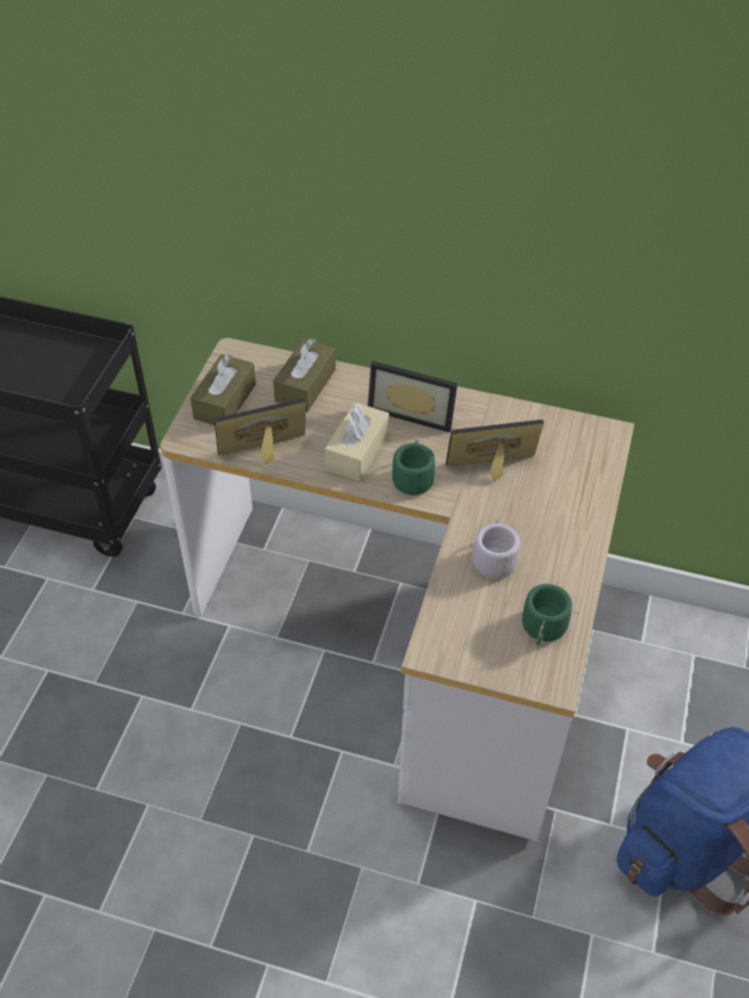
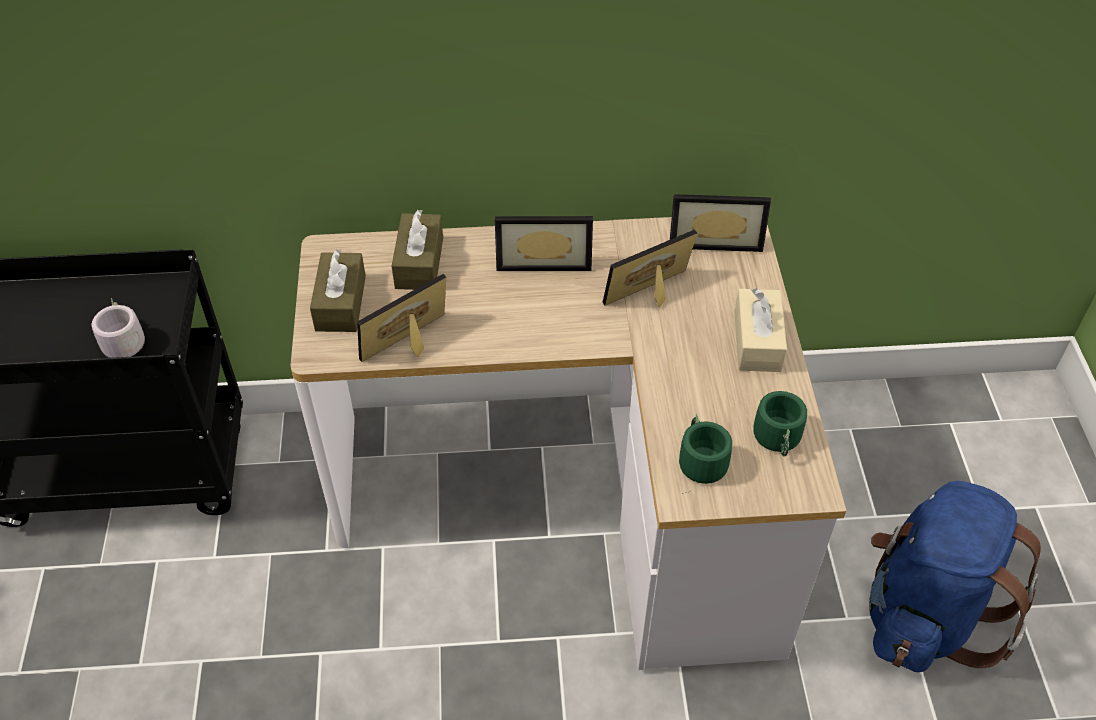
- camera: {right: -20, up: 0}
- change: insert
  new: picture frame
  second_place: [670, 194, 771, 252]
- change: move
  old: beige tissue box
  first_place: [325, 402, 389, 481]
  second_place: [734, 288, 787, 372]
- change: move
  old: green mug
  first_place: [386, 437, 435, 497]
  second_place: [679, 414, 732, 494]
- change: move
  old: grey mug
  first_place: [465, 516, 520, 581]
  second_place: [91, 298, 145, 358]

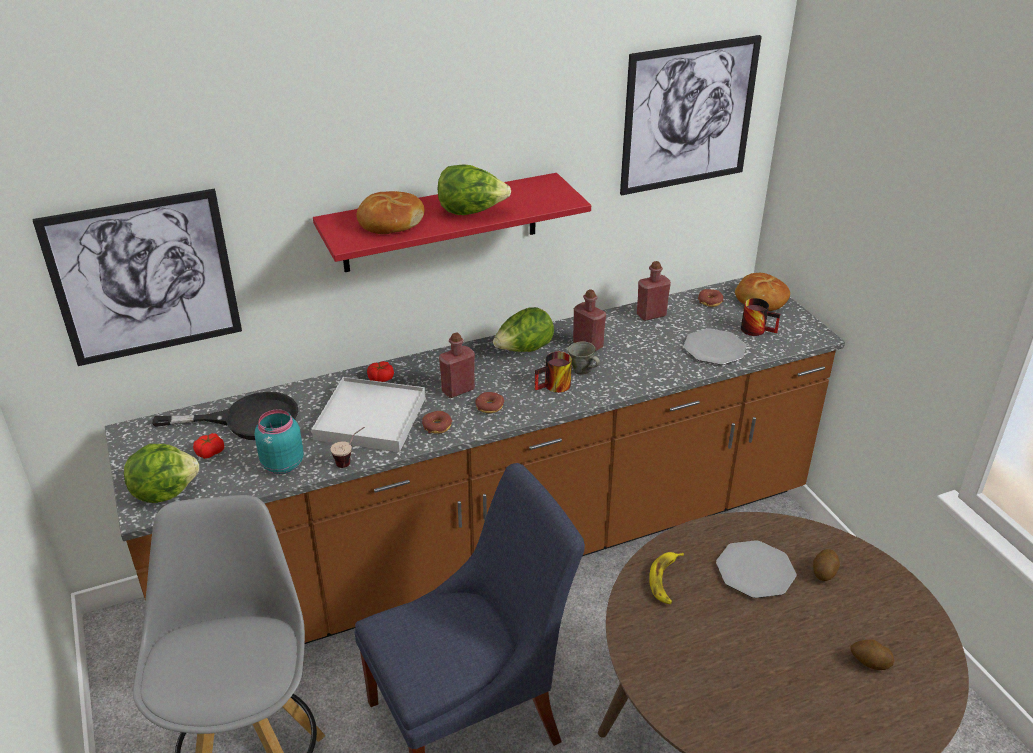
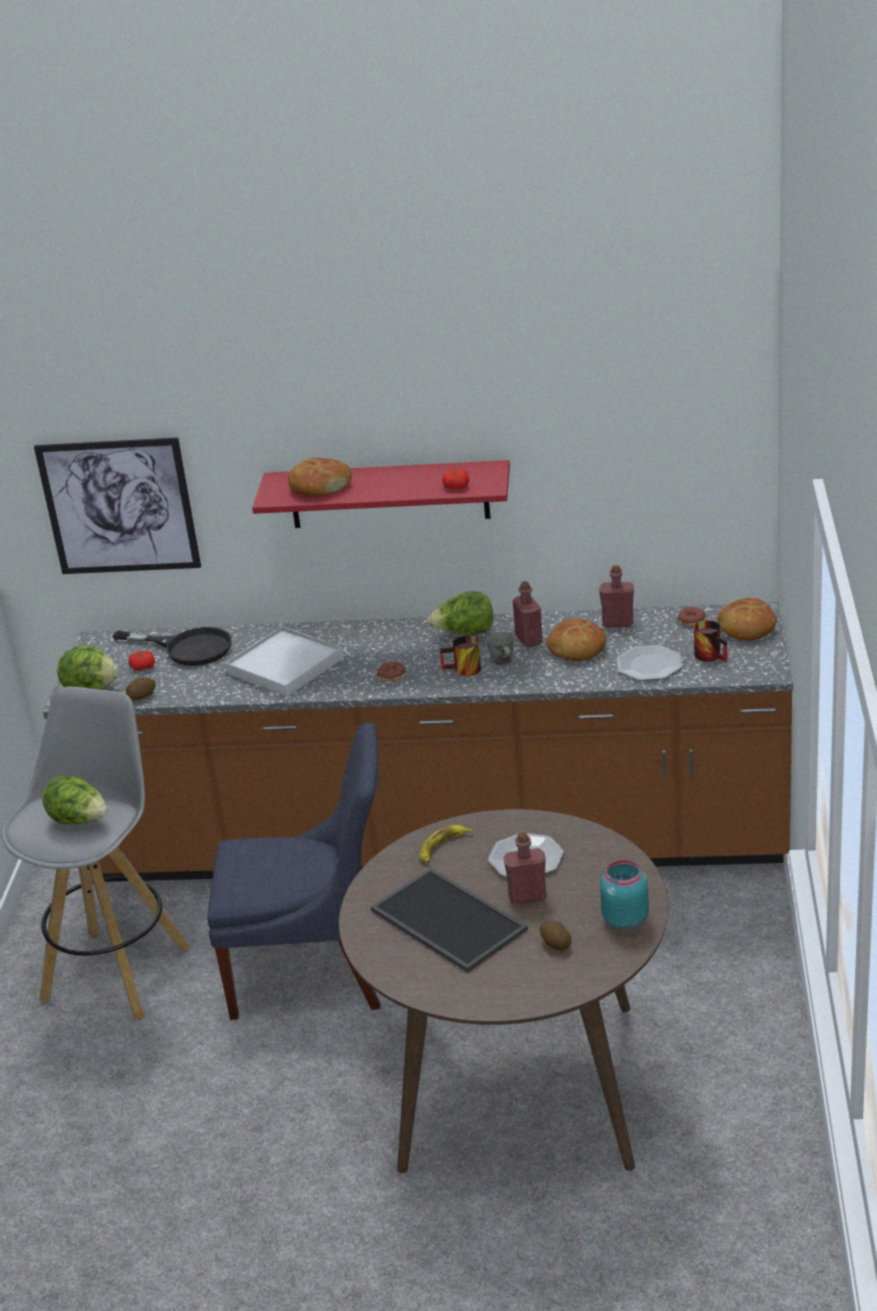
- camera: {right: 30, up: -5}
- change: delete
  old: cup
  first_place: [330, 427, 365, 468]
- change: delete
  old: donut
  first_place: [422, 411, 452, 434]
- change: delete
  old: picture
  first_place: [620, 35, 762, 195]
- change: insert
  new: tray
  second_place: [371, 868, 528, 972]
- change: insert
  new: bread
  second_place: [546, 618, 607, 661]
- change: move
  old: turquoise jar
  first_place: [255, 409, 303, 474]
  second_place: [600, 860, 649, 930]
- change: move
  old: tomato
  first_place: [367, 361, 394, 382]
  second_place: [442, 469, 469, 489]
- change: move
  old: lettuce
  first_place: [438, 164, 511, 215]
  second_place: [42, 775, 108, 825]
- change: move
  old: red bottle
  first_place: [439, 333, 475, 398]
  second_place: [503, 832, 547, 904]
- change: move
  old: potato
  first_place: [813, 549, 840, 581]
  second_place: [126, 677, 156, 700]

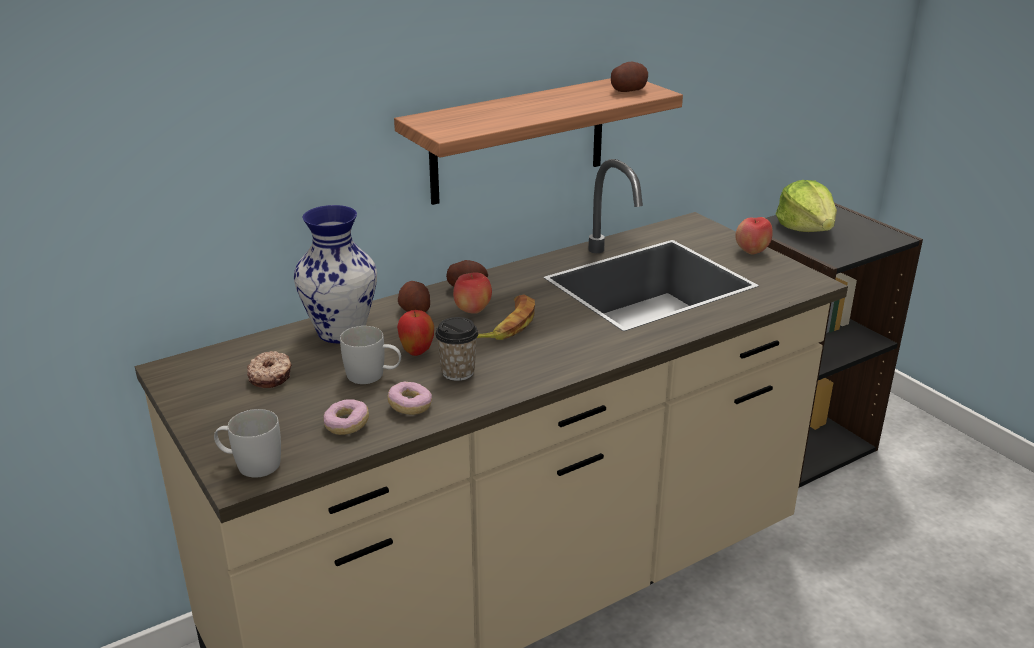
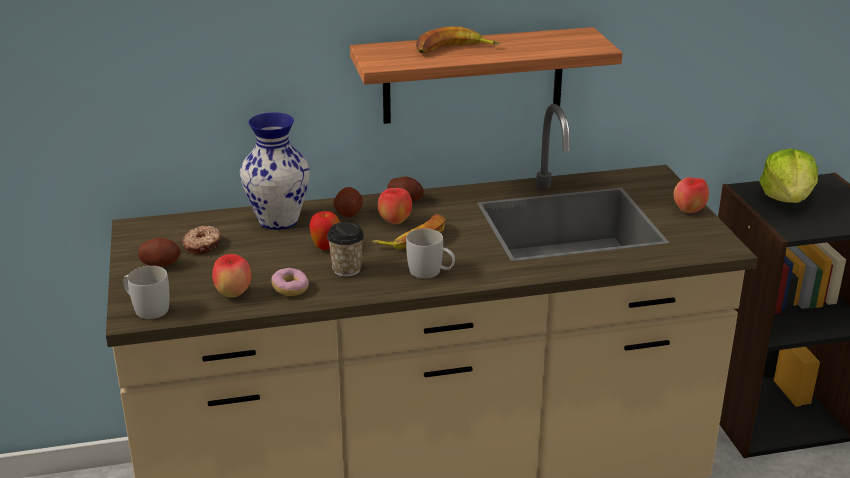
- camera: {right: 20, up: 0}
- change: insert
  new: banana
  second_place: [416, 27, 500, 53]
- change: move
  old: white mug
  first_place: [340, 326, 401, 384]
  second_place: [406, 229, 455, 279]
- change: move
  old: potato
  first_place: [611, 62, 648, 92]
  second_place: [138, 238, 181, 266]
- change: replace
  old: donut
  new: apple
  first_place: [323, 399, 369, 435]
  second_place: [212, 254, 251, 298]

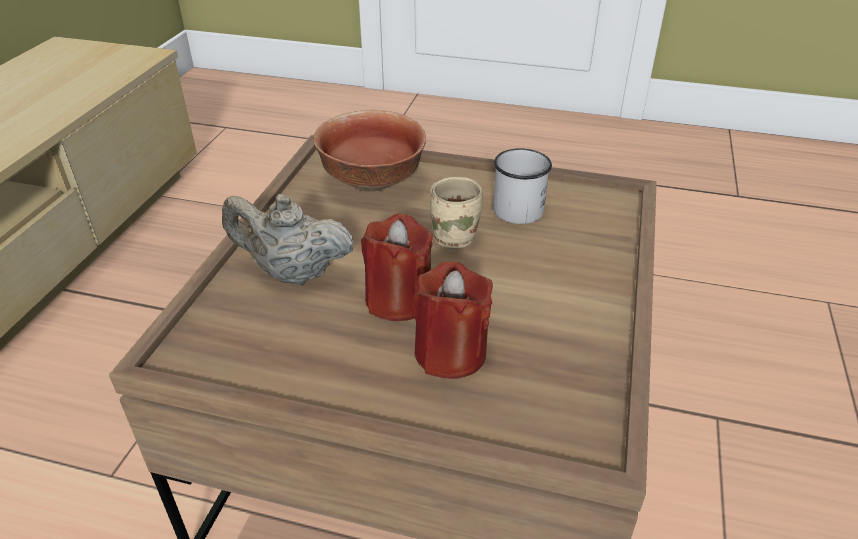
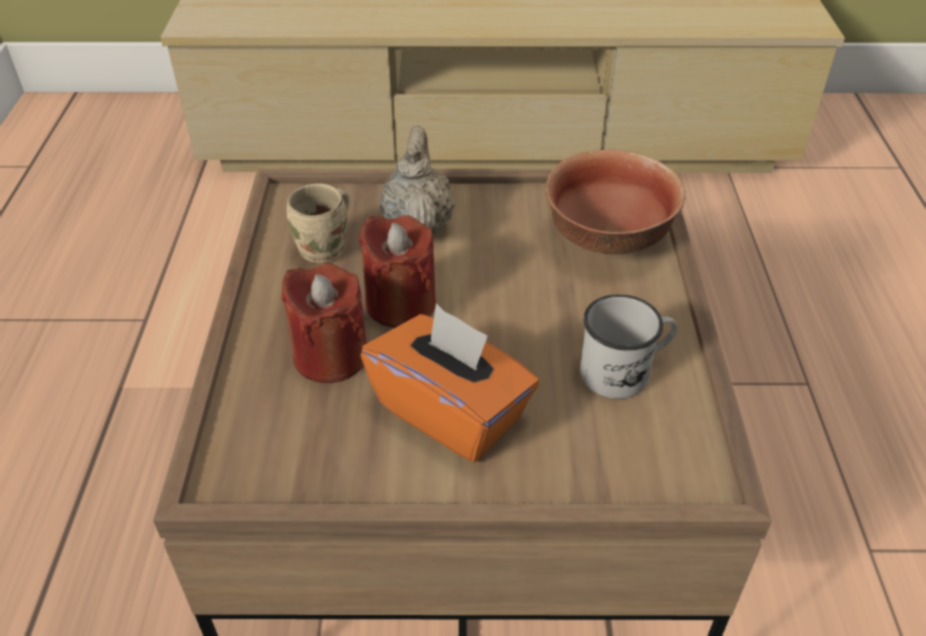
- camera: {right: 75, up: 5}
- change: insert
  new: orange tissue box
  second_place: [361, 303, 539, 462]
- change: move
  old: beige mug
  first_place: [430, 177, 483, 249]
  second_place: [287, 183, 350, 263]

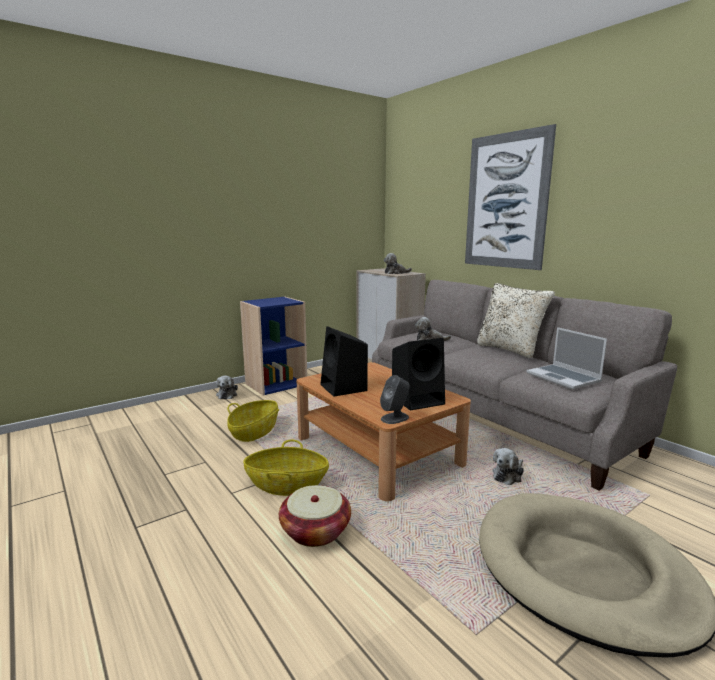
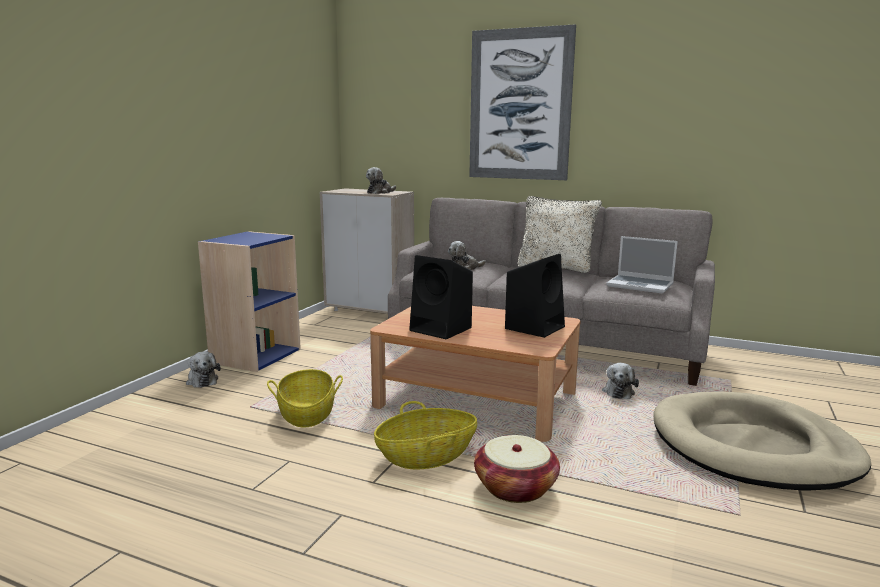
- camera: {right: -30, up: 0}
- change: delete
  old: grey speaker
  first_place: [380, 375, 410, 424]

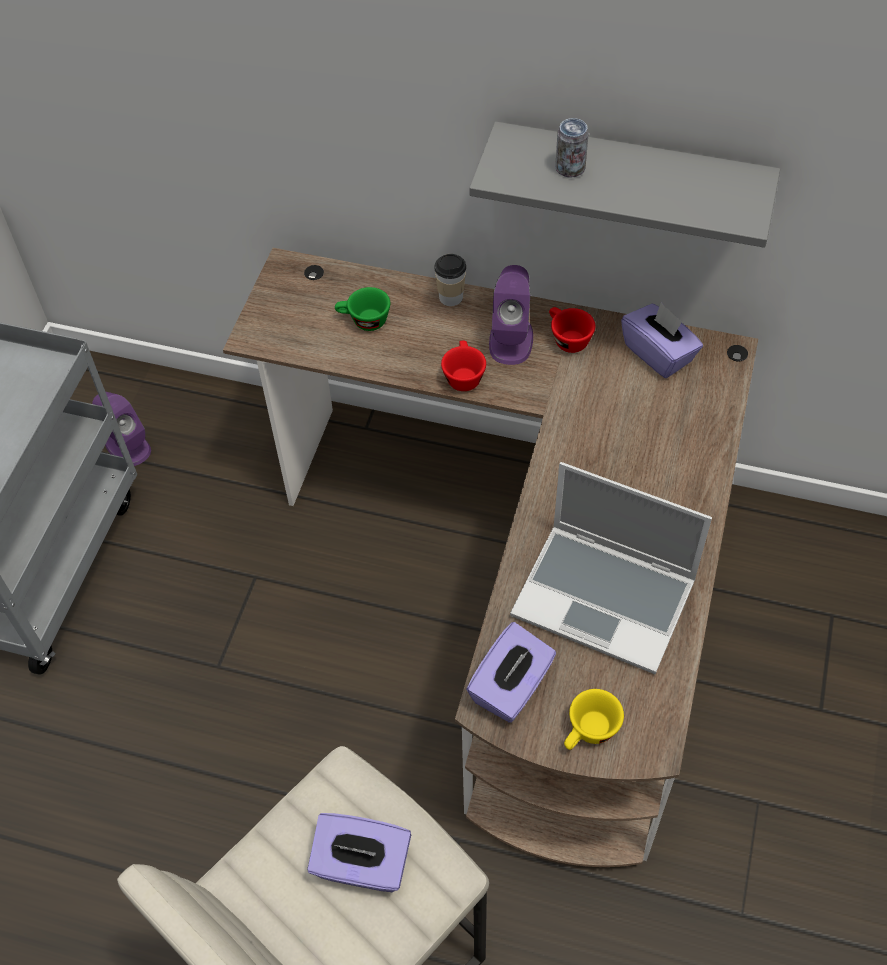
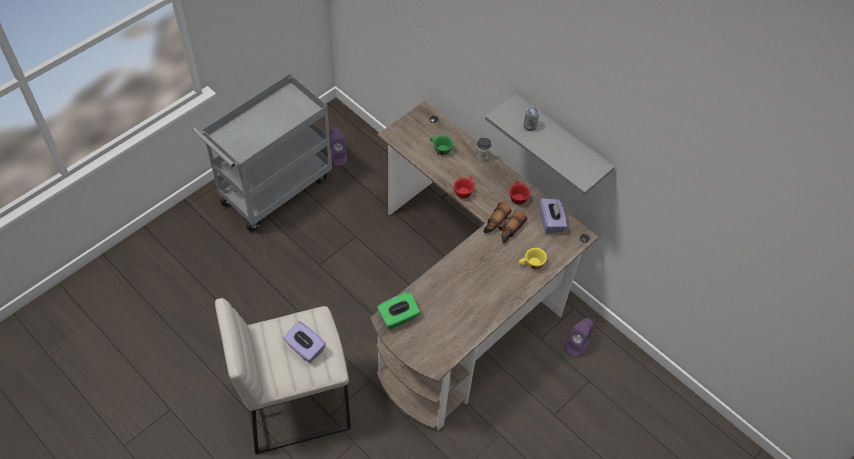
- camera: {right: 25, up: 0}
- change: delete
  old: laptop
  first_place: [510, 462, 712, 674]
- change: insert
  new: binoculars
  second_place: [484, 202, 527, 243]
- change: move
  old: purple speaker
  first_place: [489, 265, 533, 365]
  second_place: [565, 318, 594, 357]
- change: move
  old: yellow cup
  first_place: [564, 689, 624, 750]
  second_place: [519, 248, 547, 270]
- change: recolor
  old: purple tissue box
  new: green tissue box
  first_place: [466, 622, 556, 723]
  second_place: [377, 292, 420, 329]

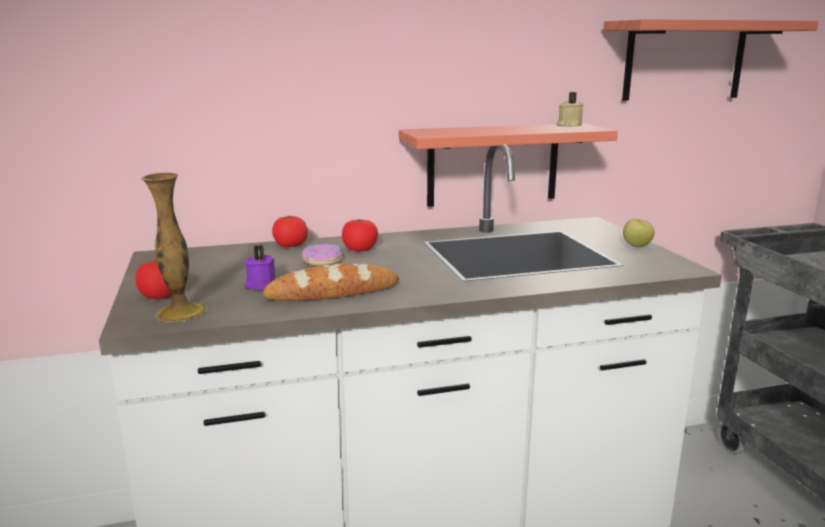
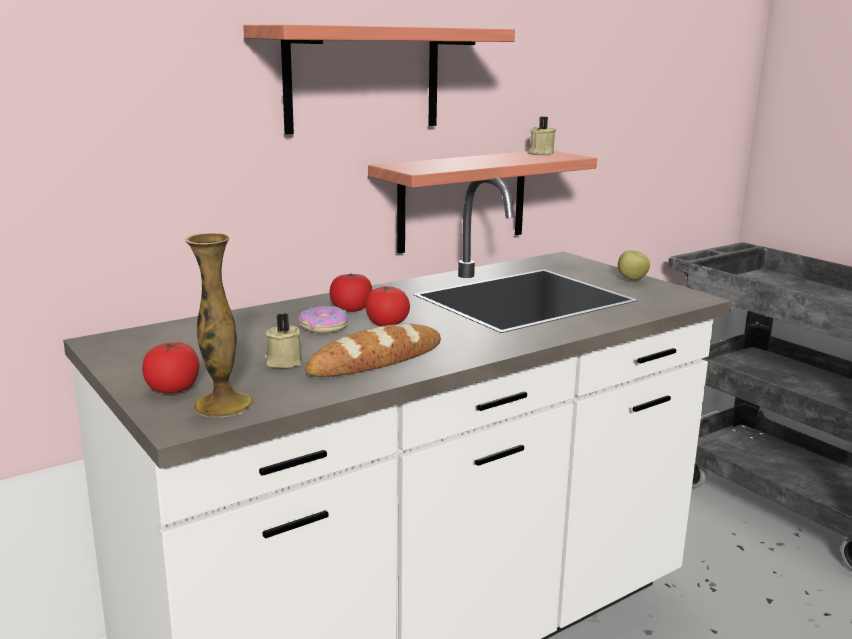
- camera: {right: -20, up: 0}
- change: move
  old: tomato
  first_place: [272, 216, 308, 247]
  second_place: [366, 286, 410, 326]
- change: move
  old: shelf
  first_place: [603, 19, 819, 101]
  second_place: [243, 25, 515, 134]
- change: recolor
  old: purple candle
  new: beige candle
  first_place: [244, 245, 275, 290]
  second_place: [265, 313, 302, 368]

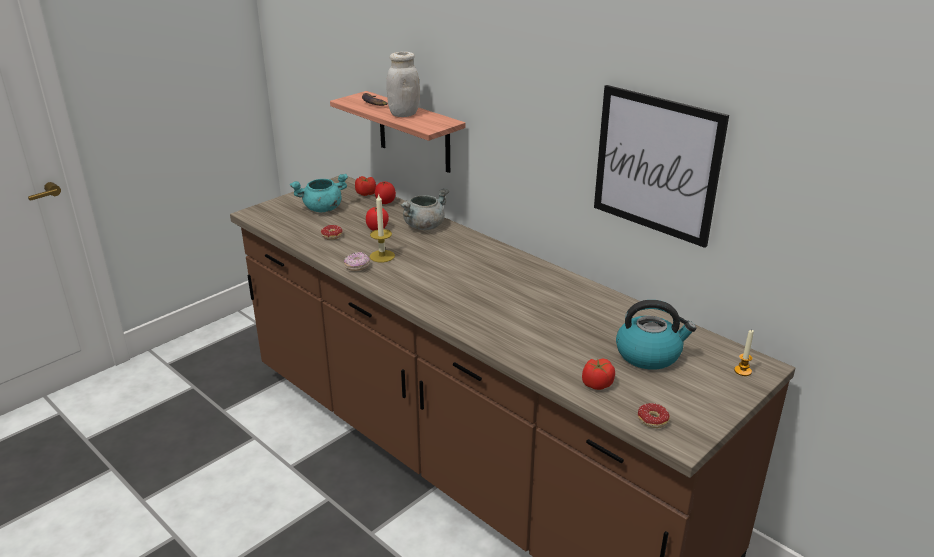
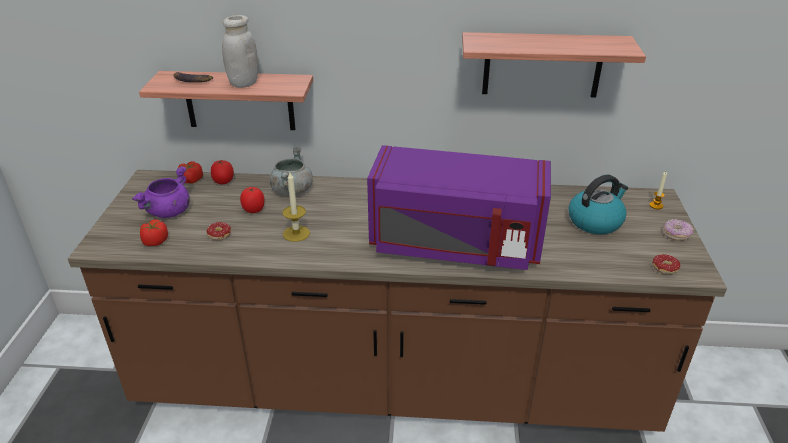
- camera: {right: -40, up: 5}
- change: insert
  new: purple microwave
  second_place: [367, 145, 551, 270]
- change: move
  old: donut
  first_place: [344, 252, 370, 271]
  second_place: [664, 219, 693, 241]
- change: move
  old: tomato
  first_place: [582, 359, 615, 390]
  second_place: [140, 219, 168, 246]
- change: replace
  old: picture
  new: shelf
  first_place: [594, 85, 729, 248]
  second_place: [462, 32, 646, 97]
- change: recolor
  old: turquoise cooking pot
  new: purple cooking pot
  first_place: [290, 174, 348, 212]
  second_place: [132, 166, 190, 218]

